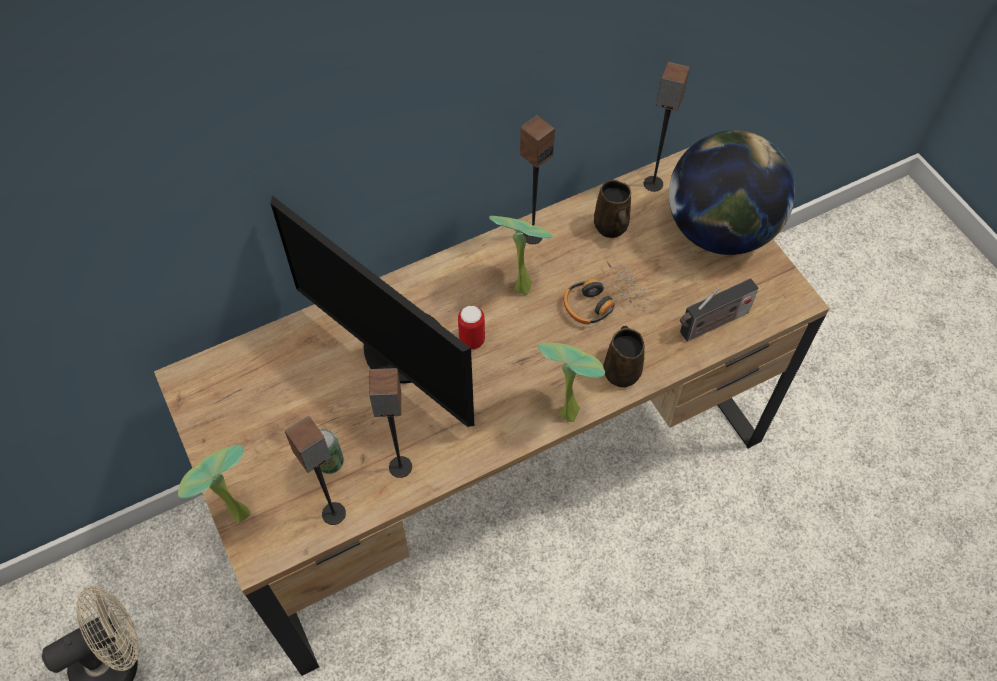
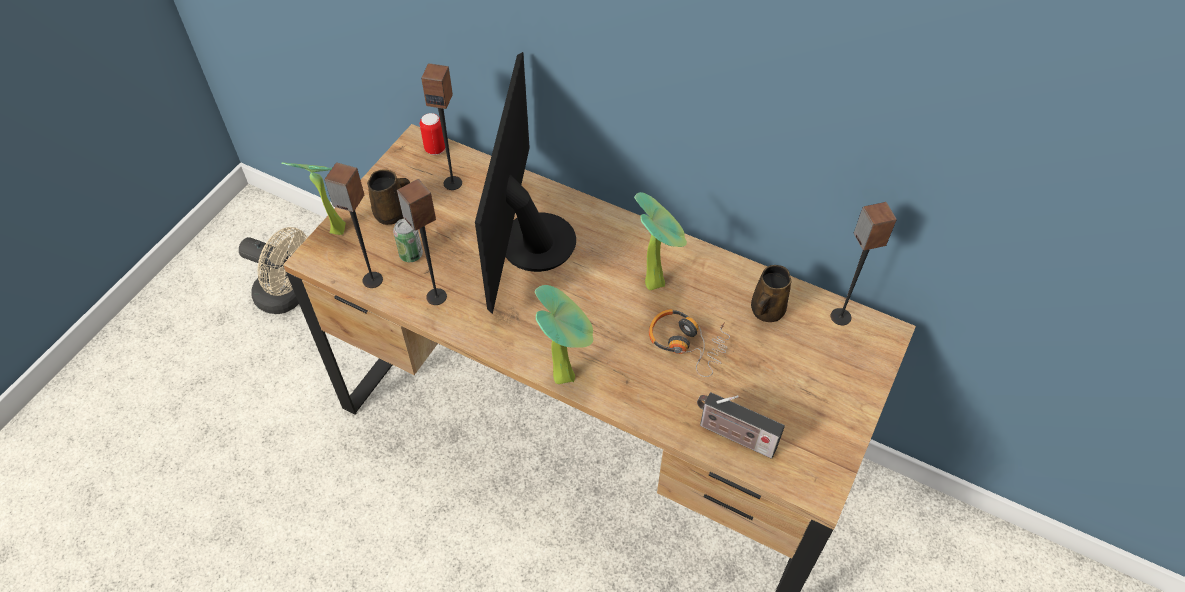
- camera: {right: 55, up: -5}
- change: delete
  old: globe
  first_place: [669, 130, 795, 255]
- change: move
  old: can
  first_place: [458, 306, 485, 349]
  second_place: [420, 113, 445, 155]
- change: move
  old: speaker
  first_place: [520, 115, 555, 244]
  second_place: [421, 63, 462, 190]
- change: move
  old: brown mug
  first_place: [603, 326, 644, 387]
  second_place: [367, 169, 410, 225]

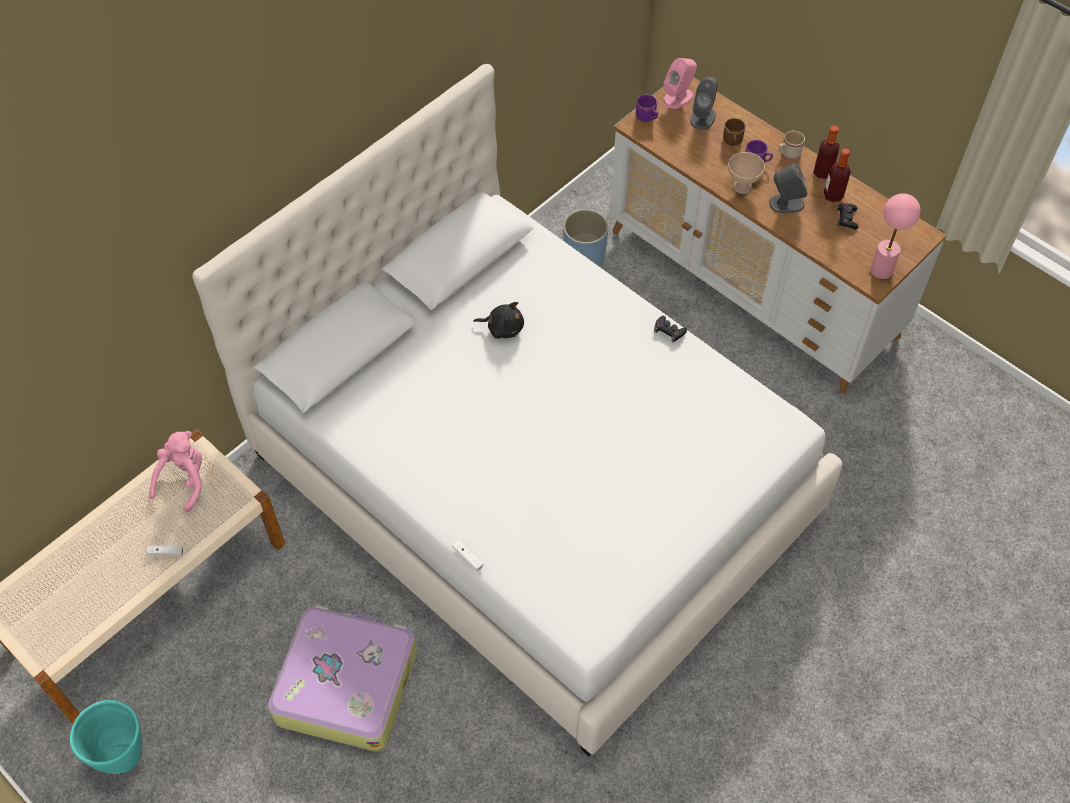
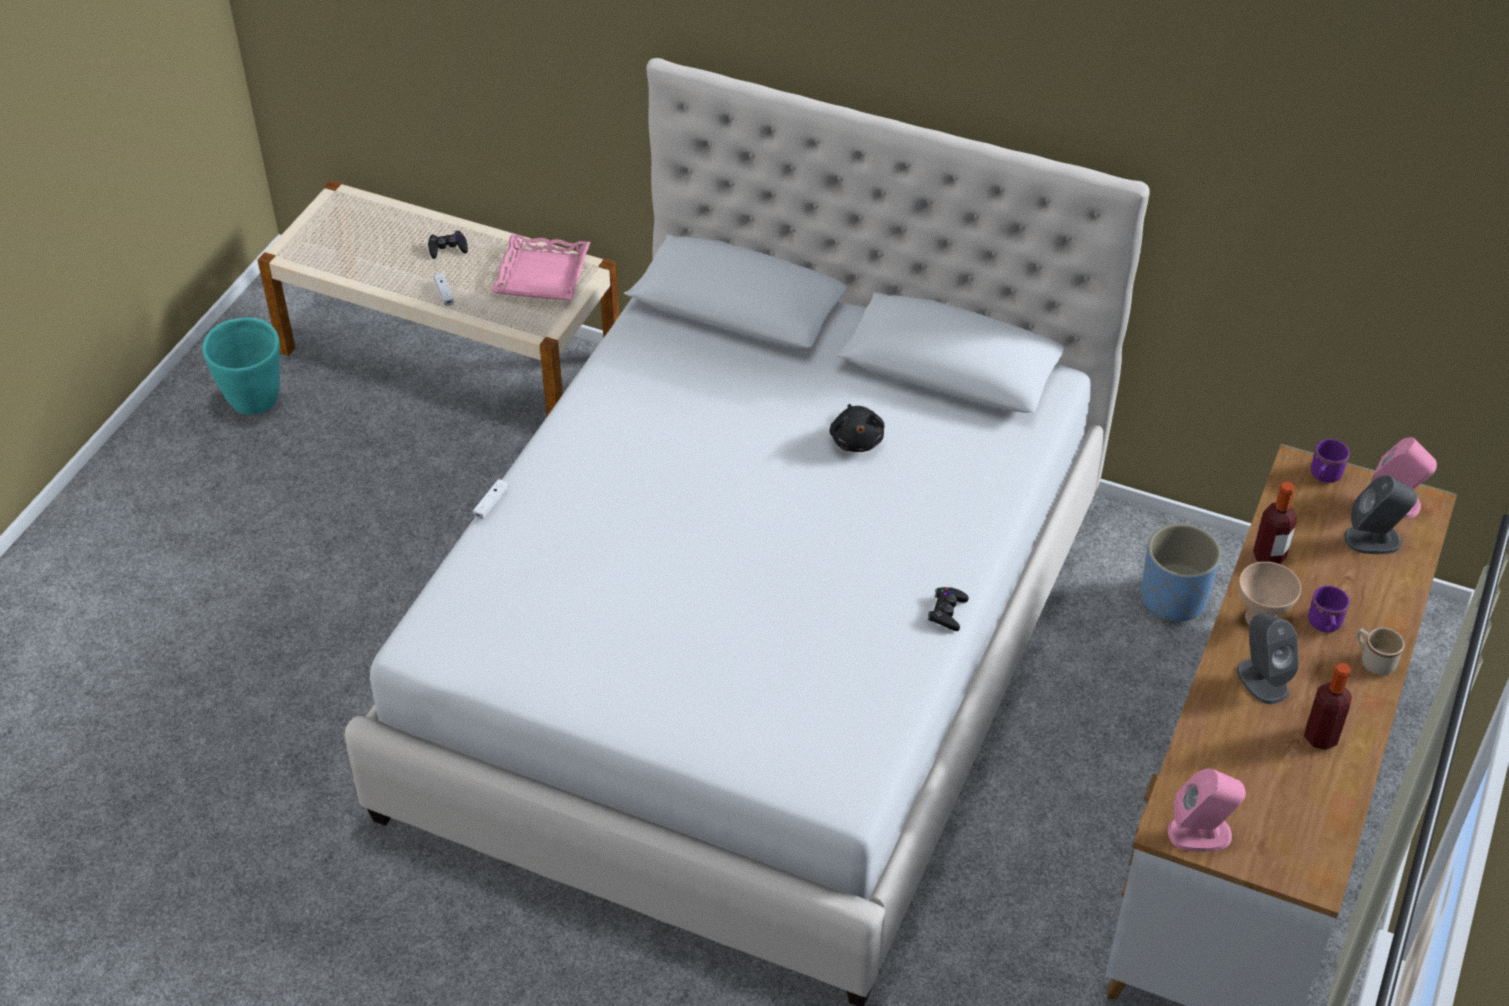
- camera: {right: 70, up: -10}
- change: delete
  old: suitcase
  first_place: [268, 605, 417, 752]
- change: delete
  old: brown mug
  first_place: [723, 118, 745, 146]
- change: move
  old: bottle
  first_place: [813, 125, 840, 179]
  second_place: [1253, 482, 1297, 564]
- change: move
  old: black game controller
  first_place: [837, 203, 858, 229]
  second_place: [428, 231, 468, 259]
- change: replace
  old: pink plush toy
  new: pink tray
  first_place: [149, 431, 202, 512]
  second_place: [491, 234, 590, 301]
- change: replace
  old: pink table lamp
  new: pink speaker
  first_place: [870, 193, 921, 279]
  second_place: [1168, 768, 1246, 852]

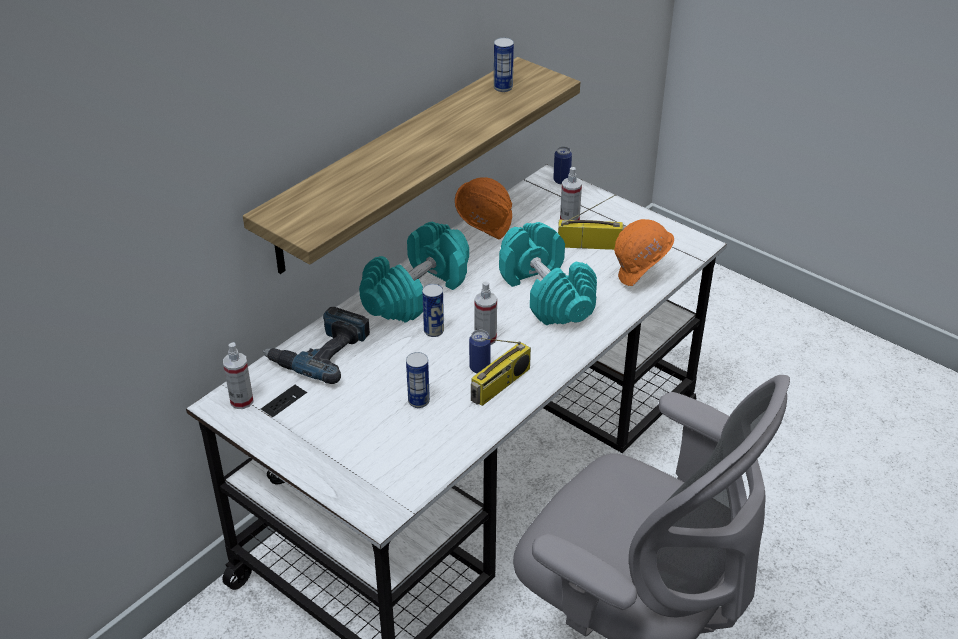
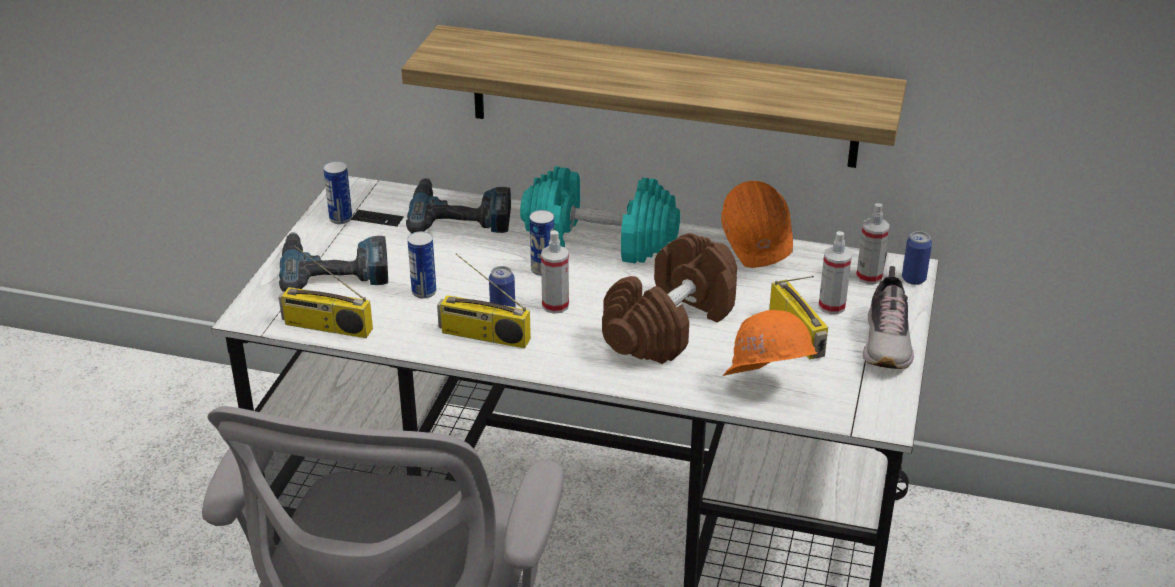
- camera: {right: 65, up: -5}
- change: insert
  new: power drill
  second_place: [279, 232, 388, 291]
- change: insert
  new: radio
  second_place: [279, 245, 373, 338]
- change: insert
  new: shoe
  second_place: [863, 266, 914, 369]
- change: move
  old: spray bottle
  first_place: [223, 342, 254, 409]
  second_place: [856, 203, 890, 284]
- change: move
  old: can
  first_place: [494, 38, 514, 92]
  second_place: [323, 161, 352, 224]
- change: recolor
  old: turquoise dumbbell
  new: brown dumbbell
  first_place: [499, 222, 597, 325]
  second_place: [602, 233, 737, 364]

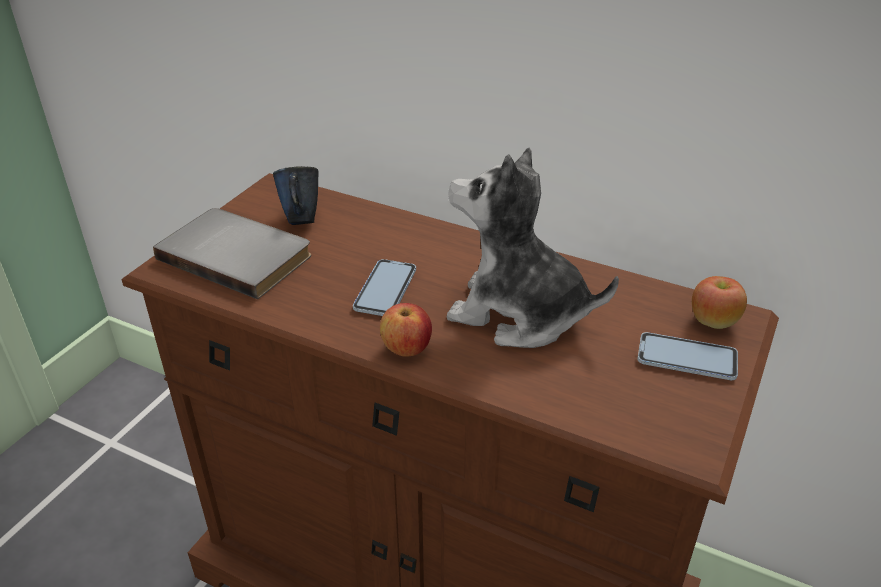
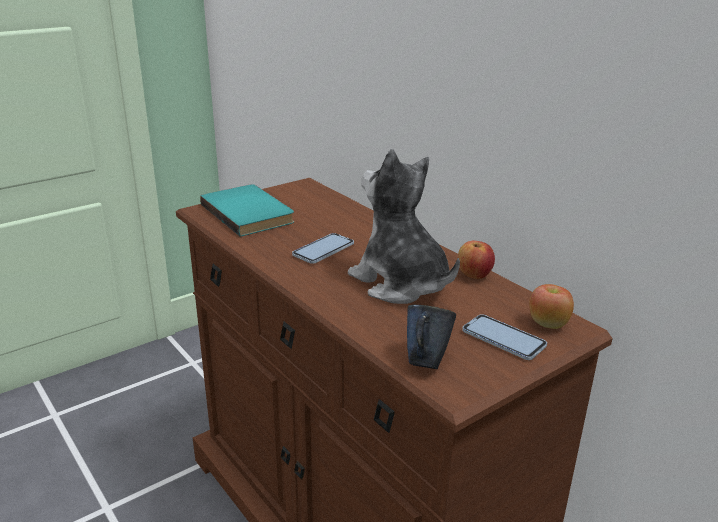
- camera: {right: 25, up: -10}
- change: move
  old: blue mug
  first_place: [273, 166, 319, 225]
  second_place: [407, 305, 456, 369]
- change: move
  old: apple
  first_place: [380, 303, 432, 357]
  second_place: [458, 241, 495, 279]
- change: recolor
  old: grey book
  new: turquoise book
  first_place: [153, 208, 311, 299]
  second_place: [200, 184, 294, 237]

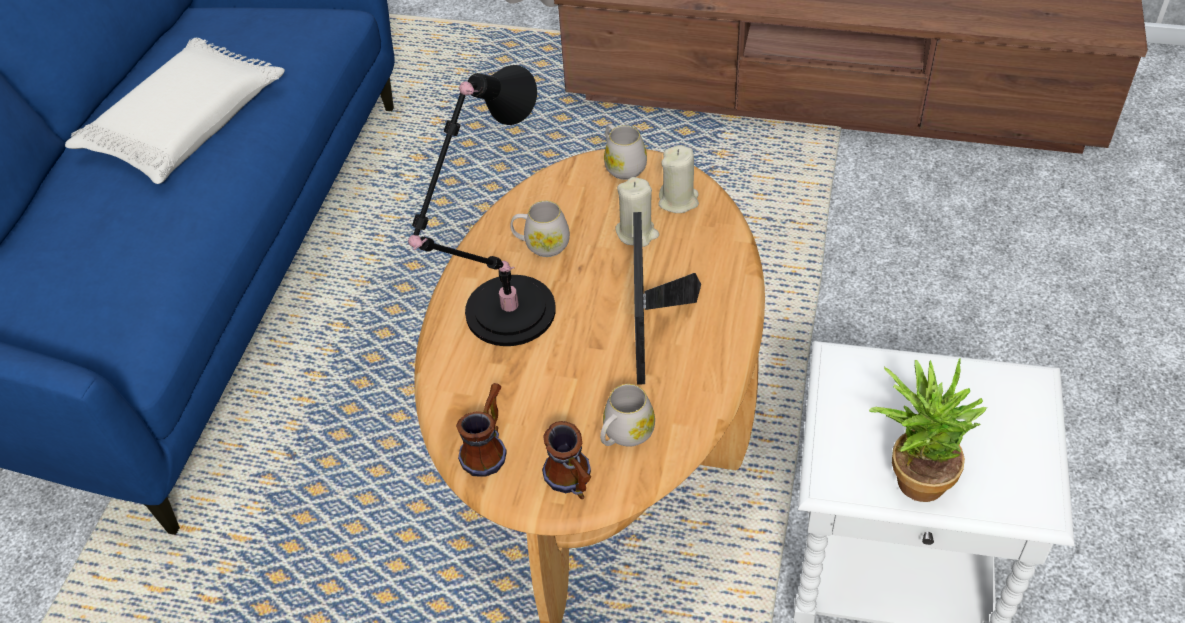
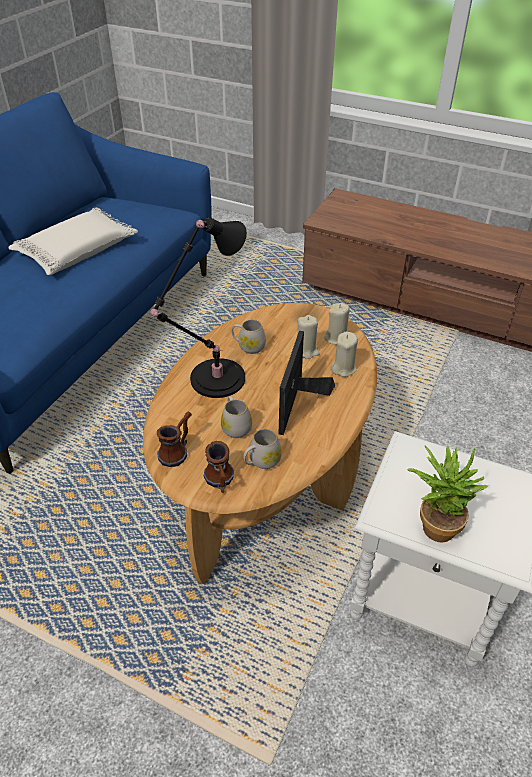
- camera: {right: 10, up: -5}
- change: insert
  new: beige candle
  second_place: [331, 331, 358, 377]
- change: move
  old: white mug
  first_place: [604, 124, 647, 180]
  second_place: [221, 396, 252, 438]

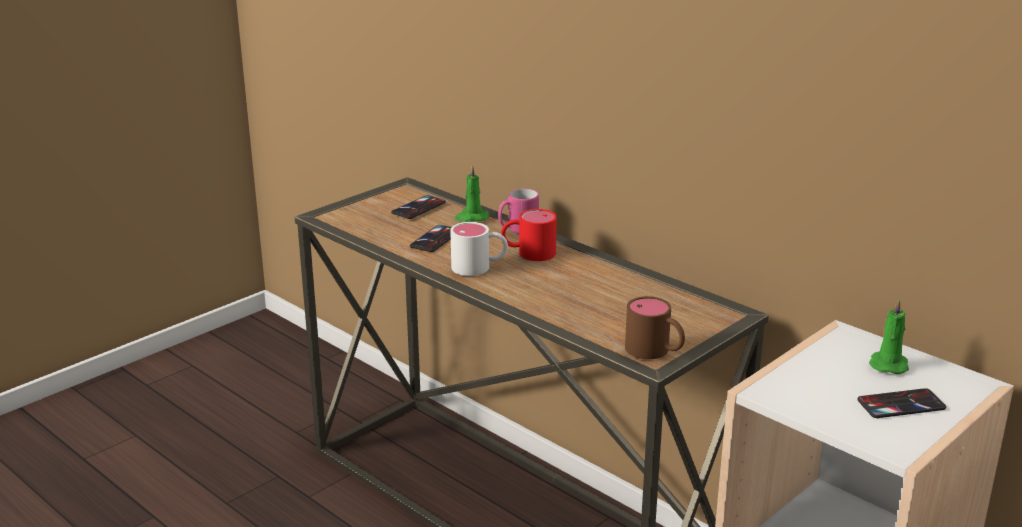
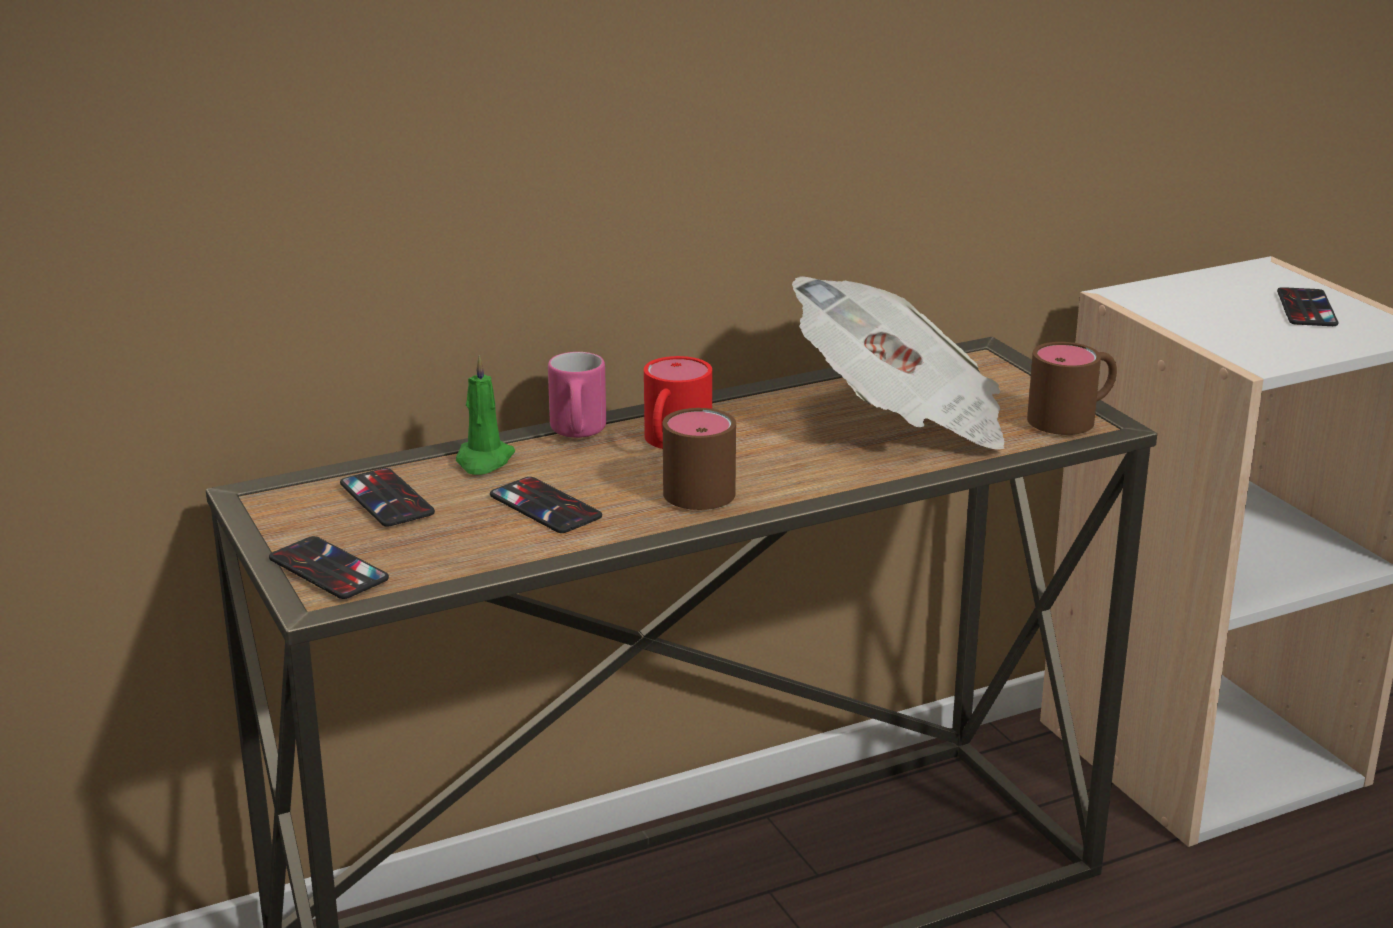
- camera: {right: -70, up: 0}
- change: delete
  old: green candle
  first_place: [869, 298, 909, 374]
- change: insert
  new: phone
  second_place: [269, 536, 389, 599]
- change: insert
  new: newspaper
  second_place: [792, 276, 1005, 450]
- change: recolor
  old: white mug
  new: brown mug
  first_place: [450, 222, 508, 276]
  second_place: [663, 408, 736, 510]

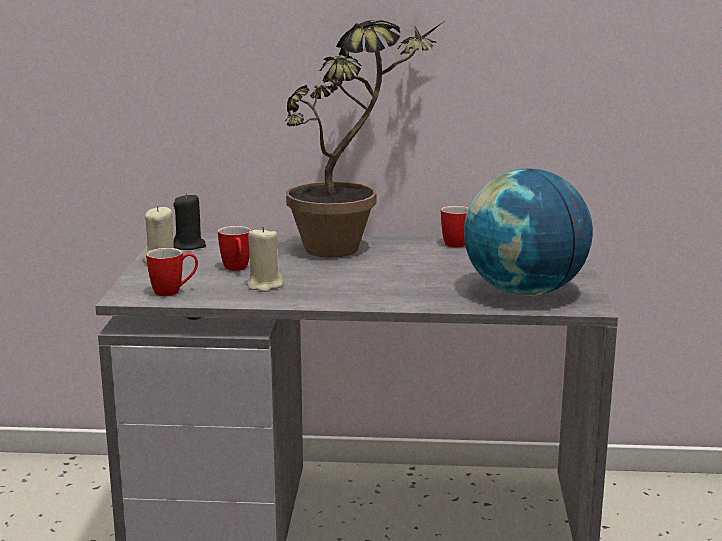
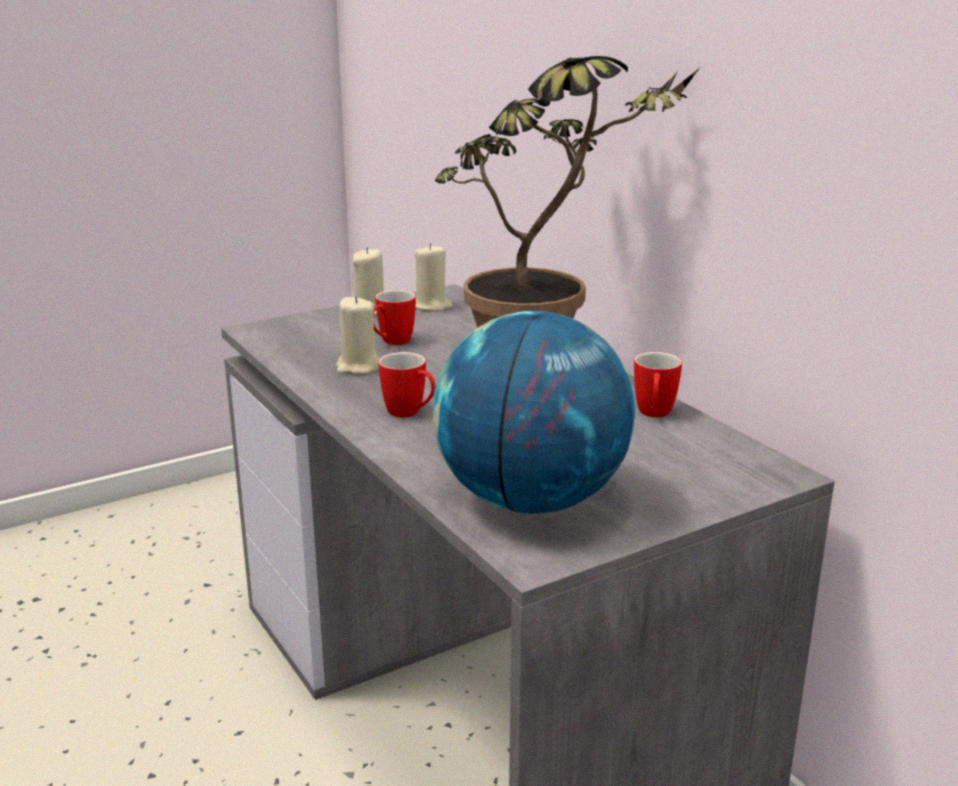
- camera: {right: 55, up: 5}
- change: move
  old: mug
  first_place: [146, 248, 198, 296]
  second_place: [378, 352, 435, 417]
- change: recolor
  old: black candle
  new: beige candle
  first_place: [173, 193, 206, 250]
  second_place: [415, 243, 452, 312]

